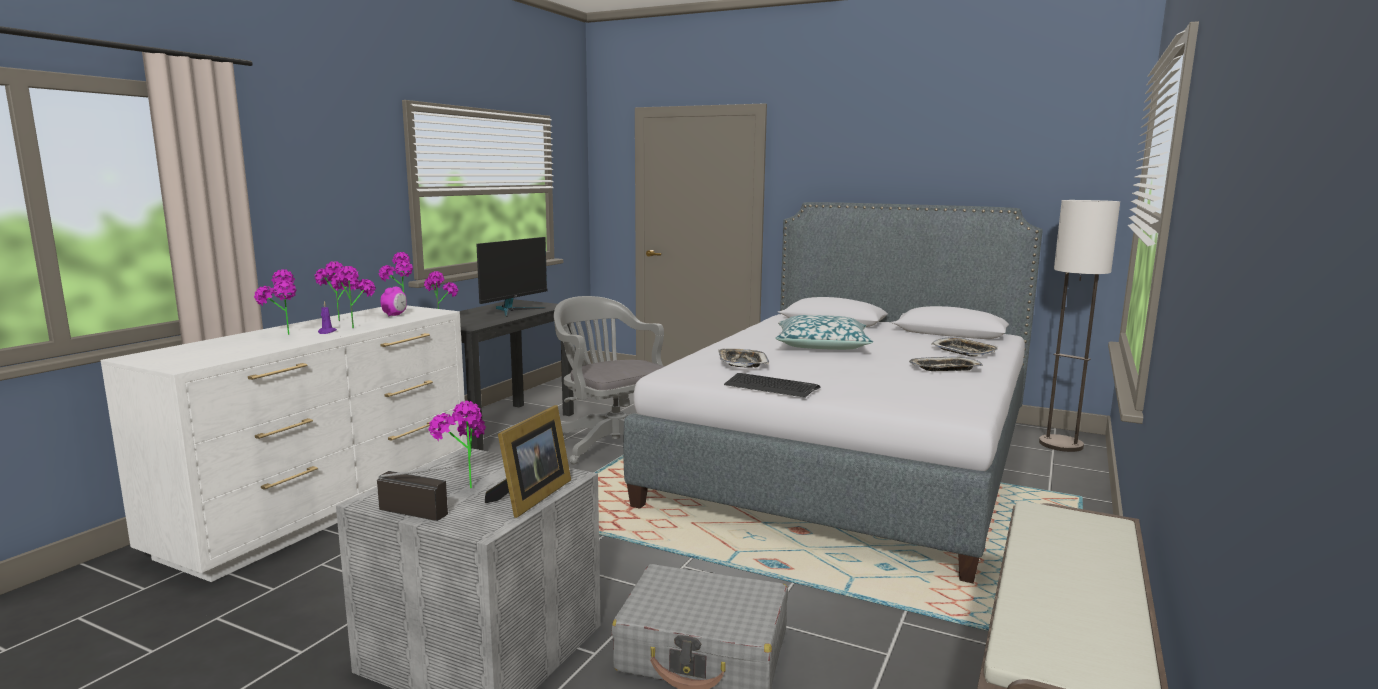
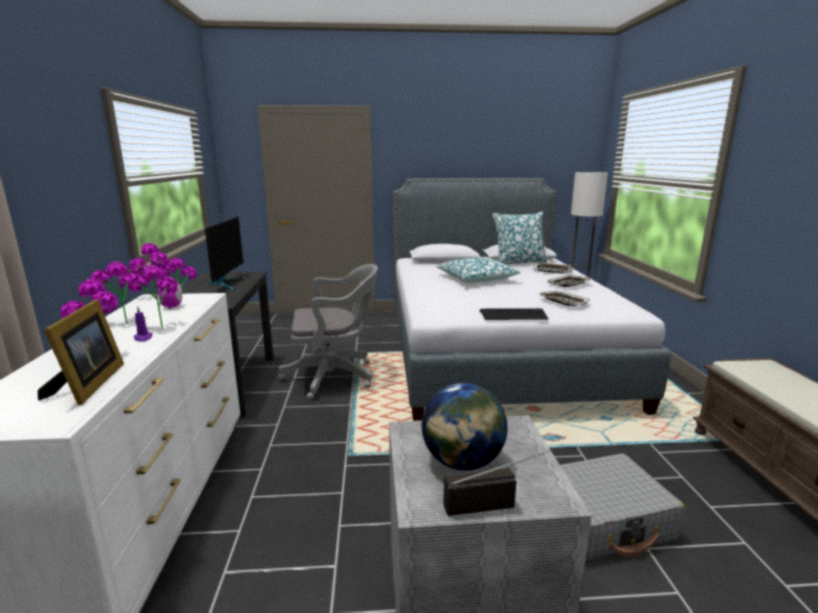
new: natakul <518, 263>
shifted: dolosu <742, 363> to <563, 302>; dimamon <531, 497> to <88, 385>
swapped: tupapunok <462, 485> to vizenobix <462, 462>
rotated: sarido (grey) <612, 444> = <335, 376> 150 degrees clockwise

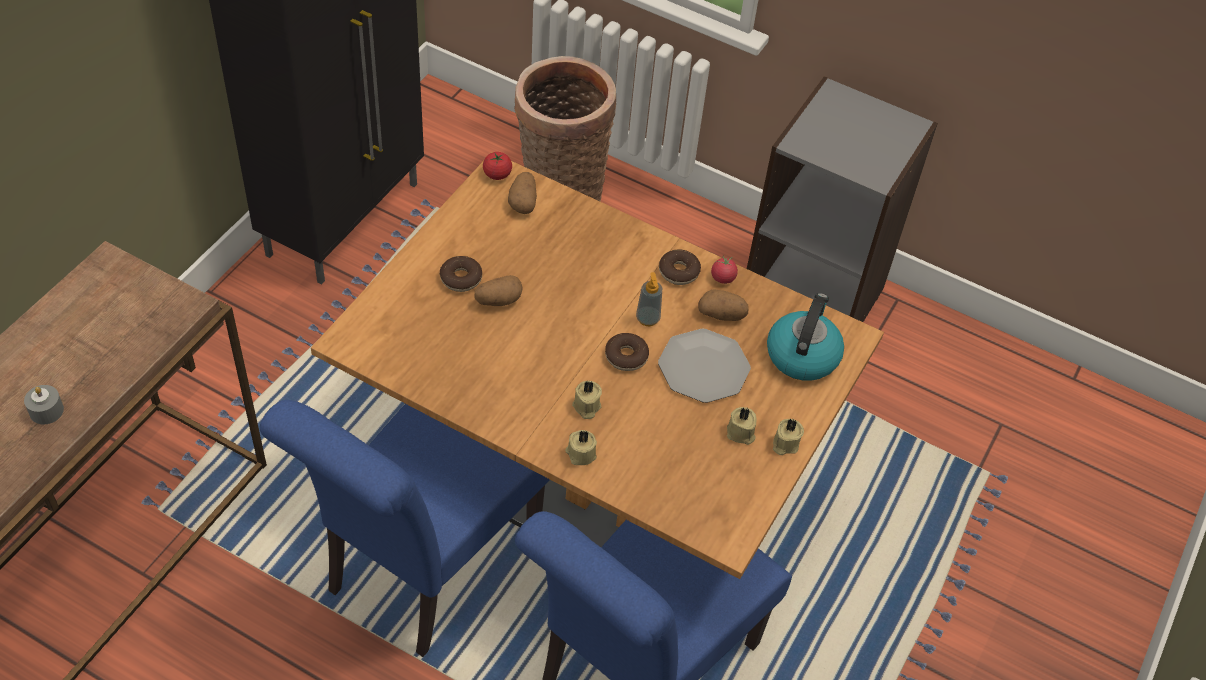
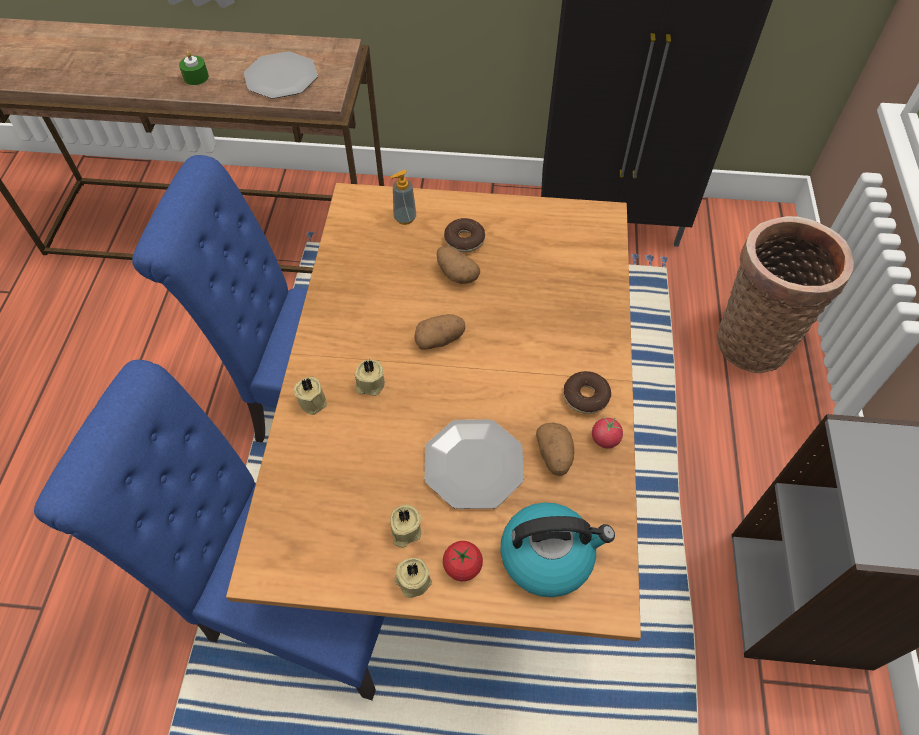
gone: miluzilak <626, 356>
new: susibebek <281, 77>
shifted: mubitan <497, 174> to <462, 566>; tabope <523, 202> to <440, 340>; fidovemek <648, 318> to <405, 218>
repainted: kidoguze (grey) <46, 411> to kidoguze (green) <196, 77>

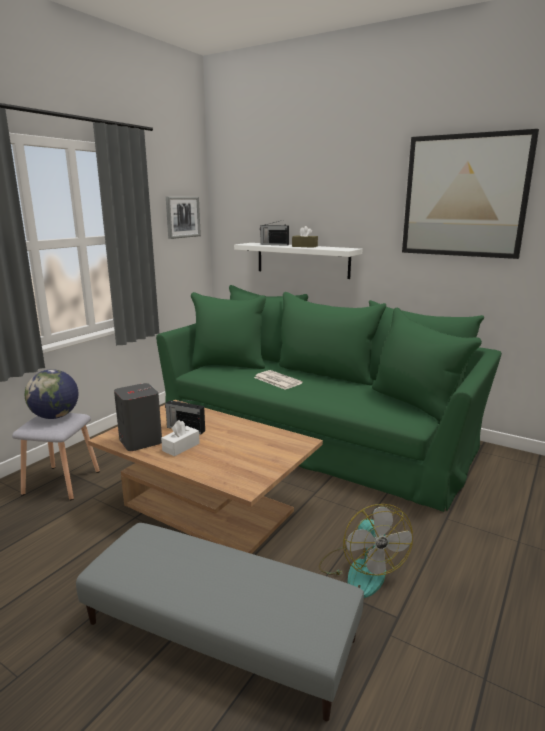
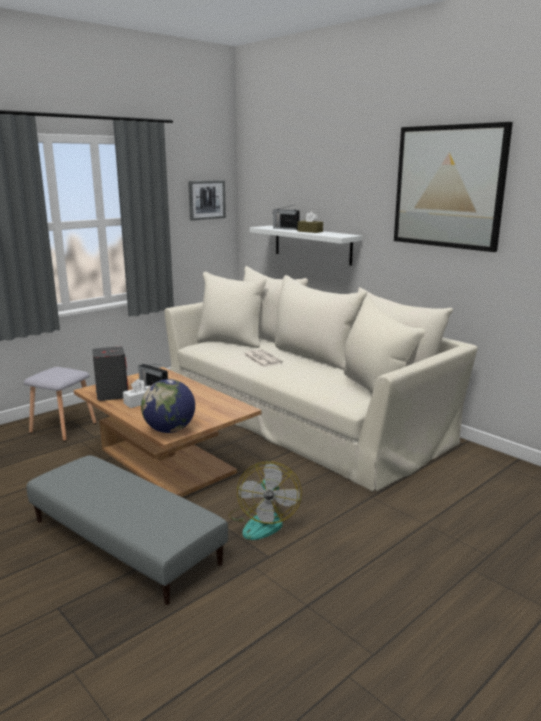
shifted: vizenobix <55, 416> to <170, 430>
repainted: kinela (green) <316, 435> to kinela (beige) <301, 416>

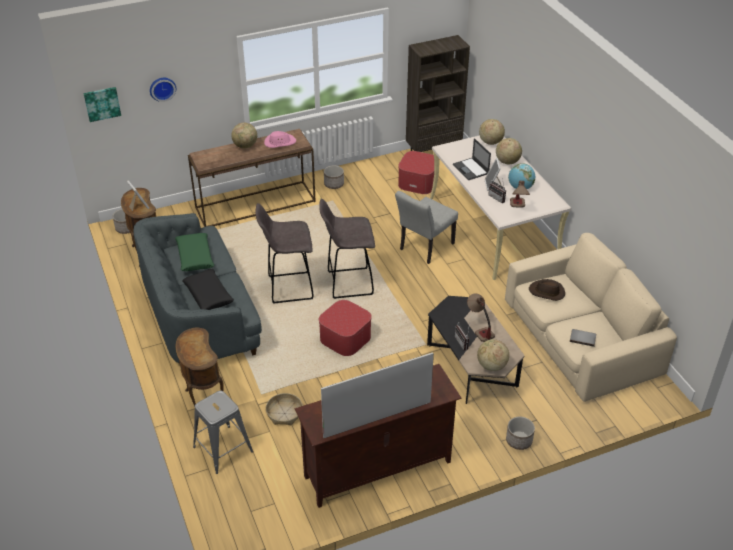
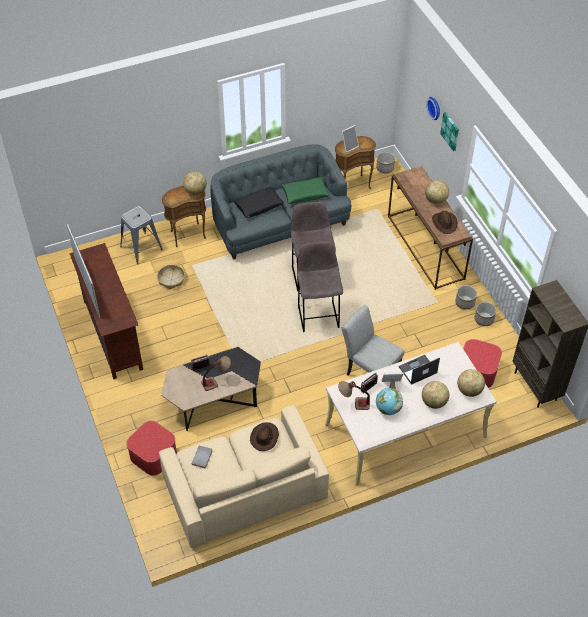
shifted: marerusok <102, 103> to <450, 131>; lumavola <345, 338> to <153, 454>; vizenobix <491, 366> to <195, 191>; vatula <519, 441> to <483, 319>
repainted: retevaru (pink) <280, 142> to retevaru (brown) <444, 223>

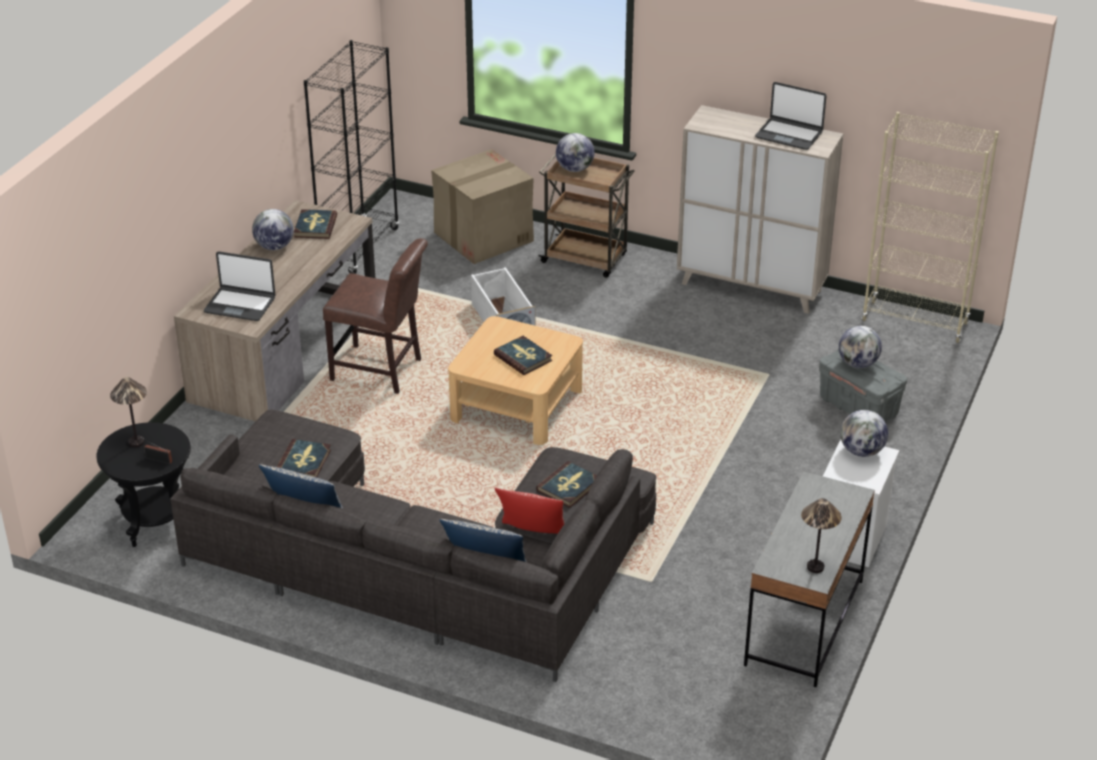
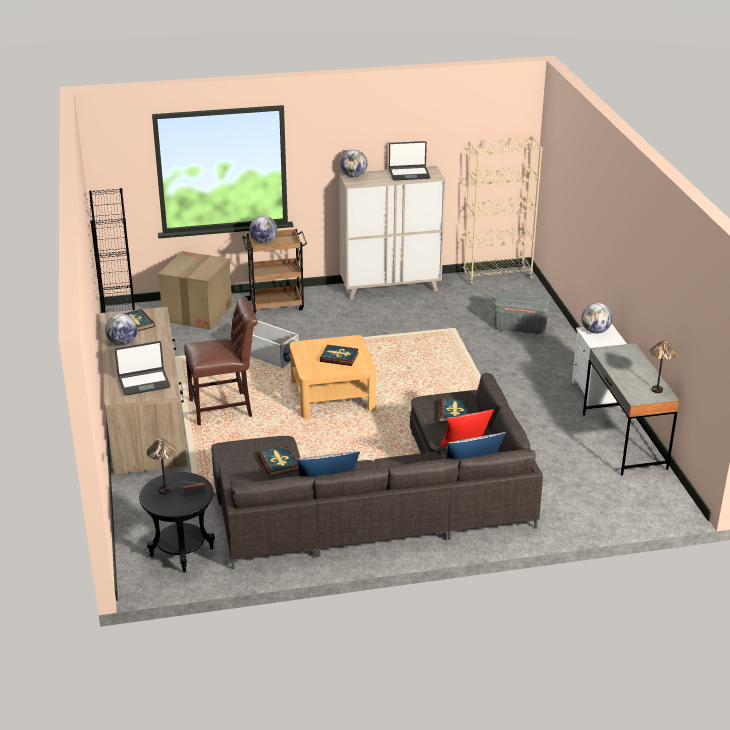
shifted: vizenobix <858, 364> to <353, 176>

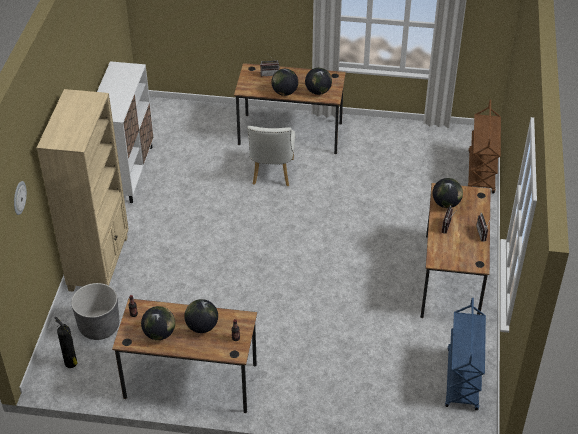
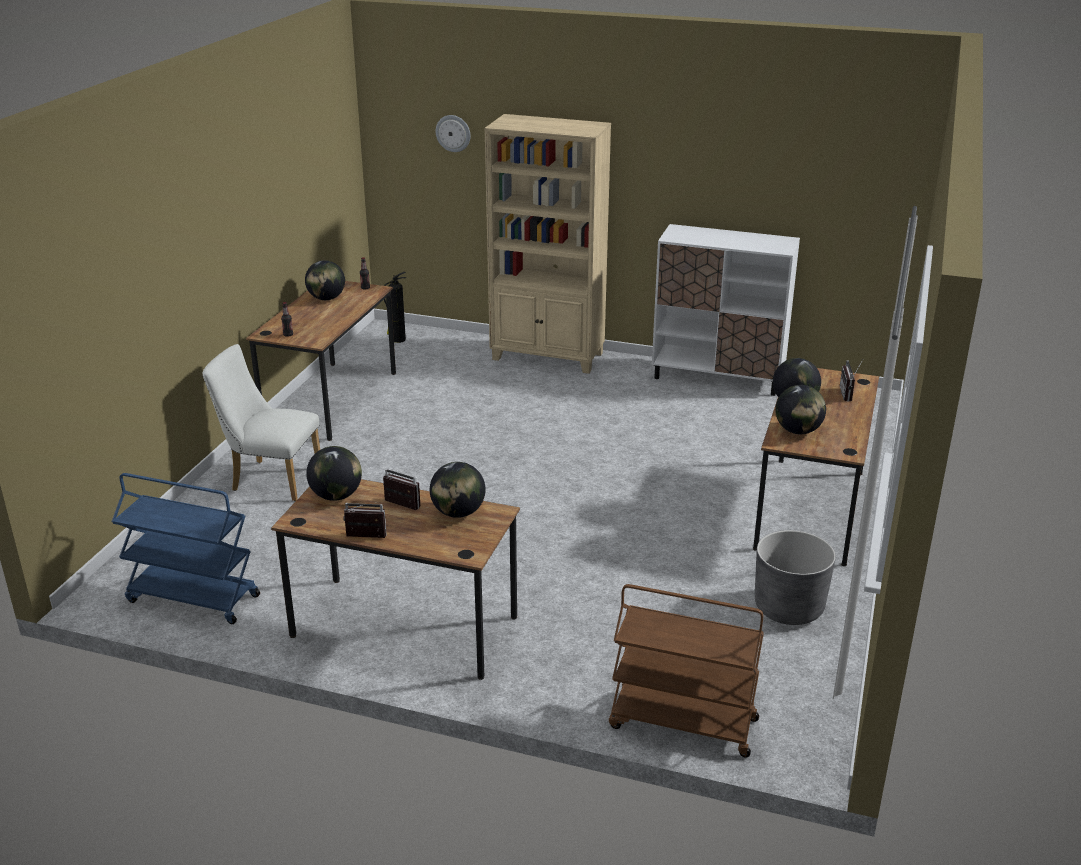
shifted: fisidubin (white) <271, 174> to <270, 479>; vatula (grey) <99, 326> to <788, 607>; vizenobix <202, 327> to <336, 496>

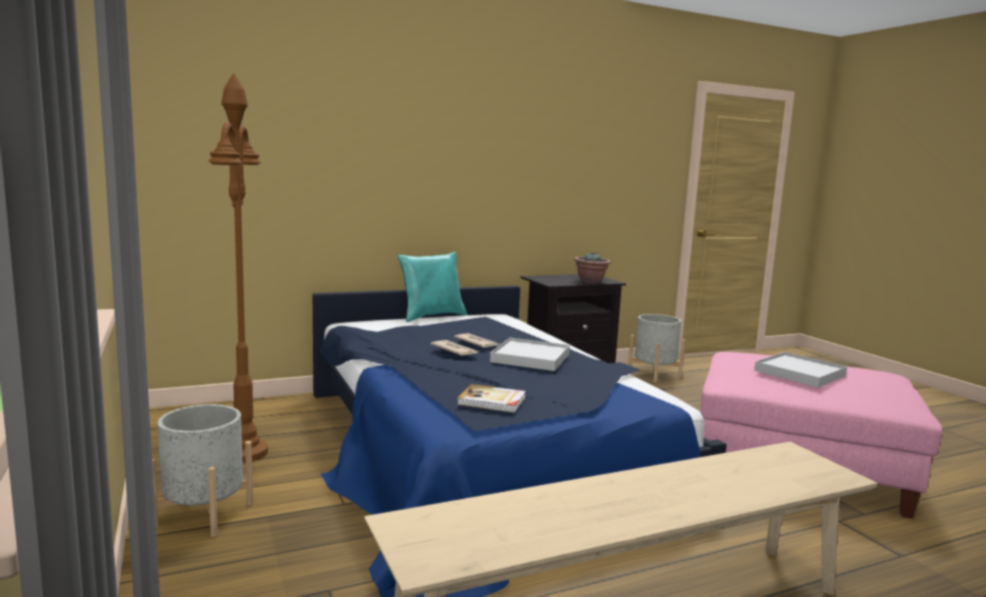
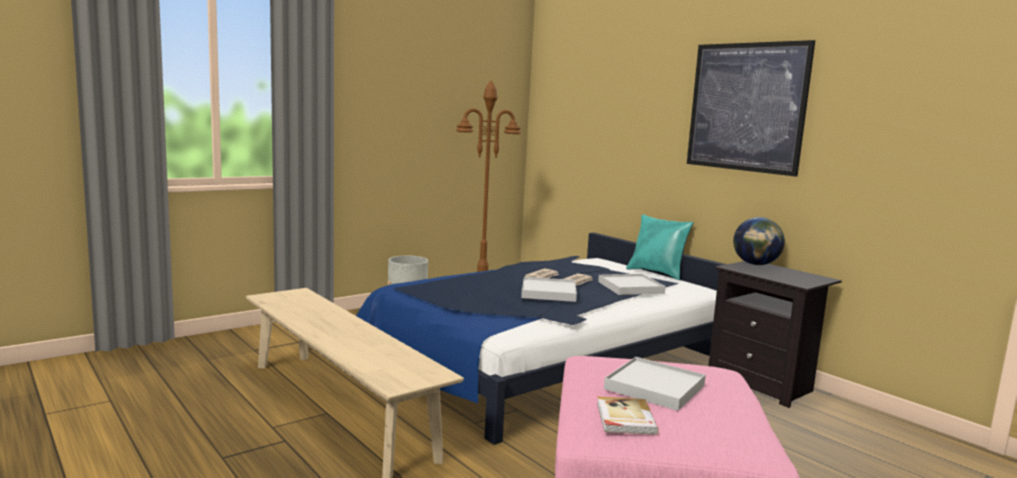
gone: tupapunok <591, 281>; vatula (grey) <654, 374>
new: marerusok <746, 107>; vizenobix <755, 264>; dolosu (white) <630, 287>
shifted: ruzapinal <492, 401> to <624, 418>

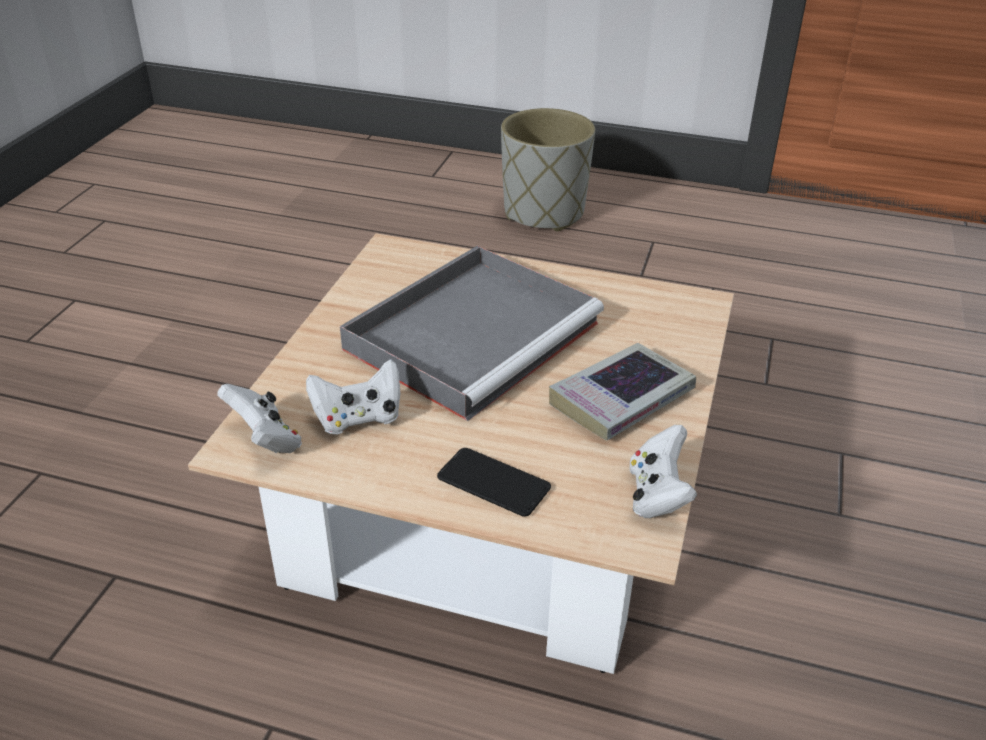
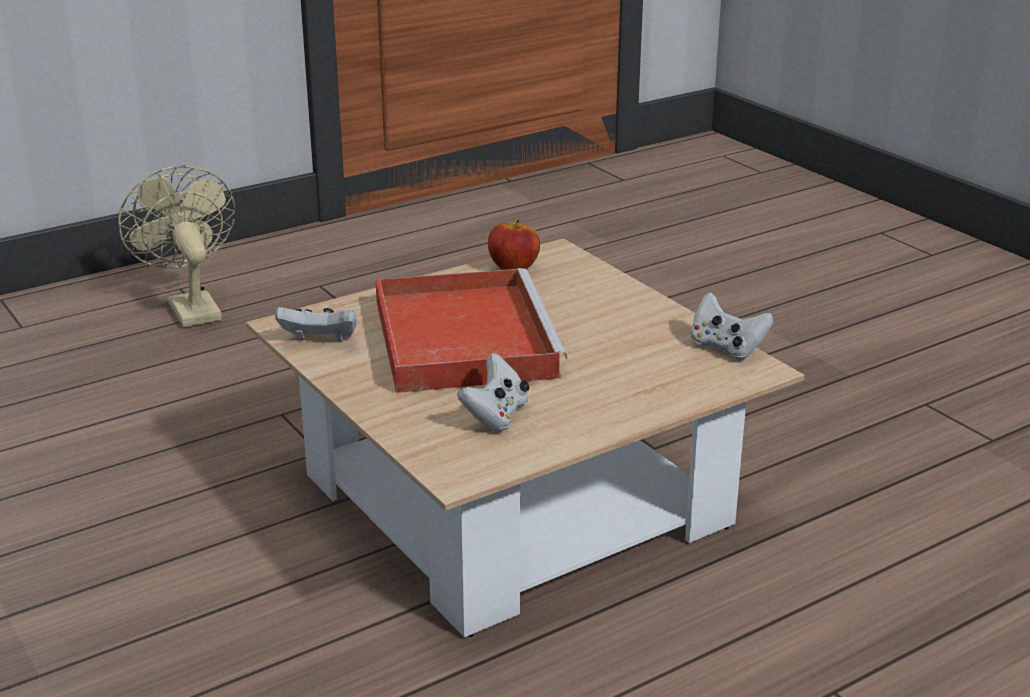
gone: ruzapinal <621, 399>; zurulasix <493, 483>
new: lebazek <513, 268>
shifted: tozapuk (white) <265, 440> to <320, 341>
swapped: vatula (grey) <543, 213> to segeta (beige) <190, 307>
repainted: dolosu (grey) <475, 333> to dolosu (red) <462, 336>

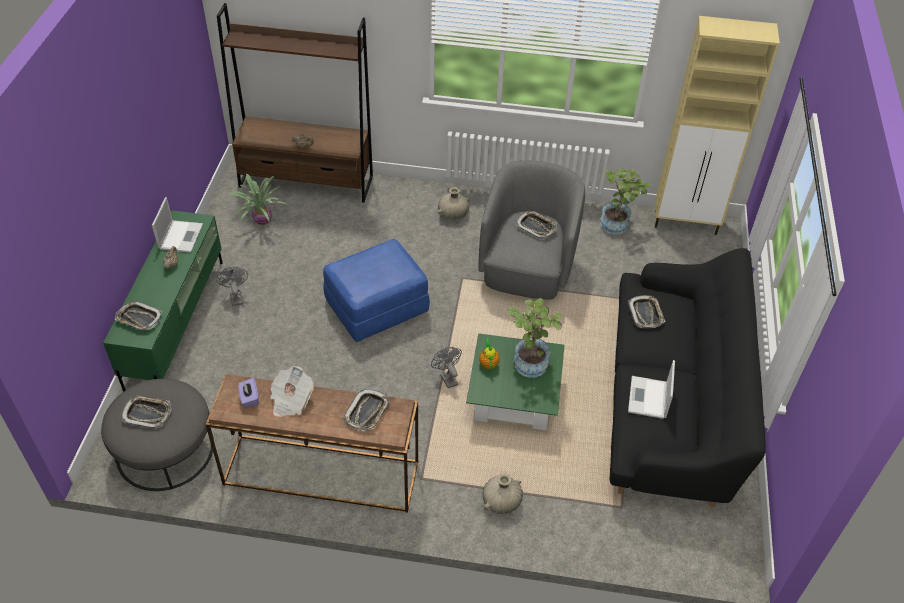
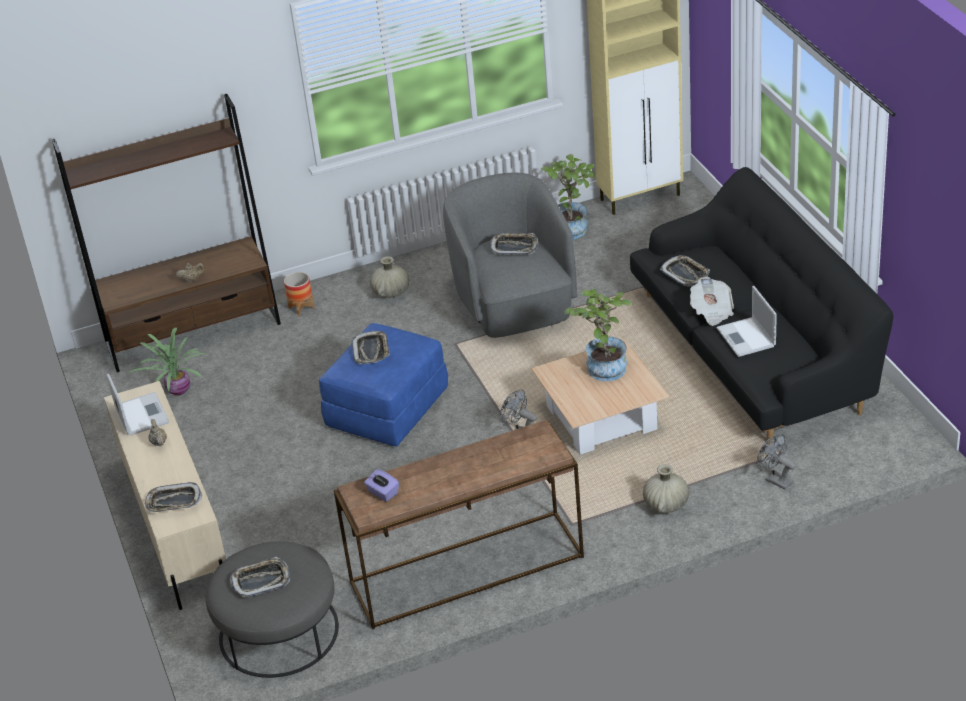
gone: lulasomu <488, 363>
new: vatula <301, 308>
shifted: segeta (grey) <235, 296> to <775, 480>; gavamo <291, 400> to <712, 311>; dolosu <367, 412> to <371, 351>
repainted: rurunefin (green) <177, 323> to rurunefin (beige) <175, 523>; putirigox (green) <513, 397> to putirigox (beige) <601, 418>

